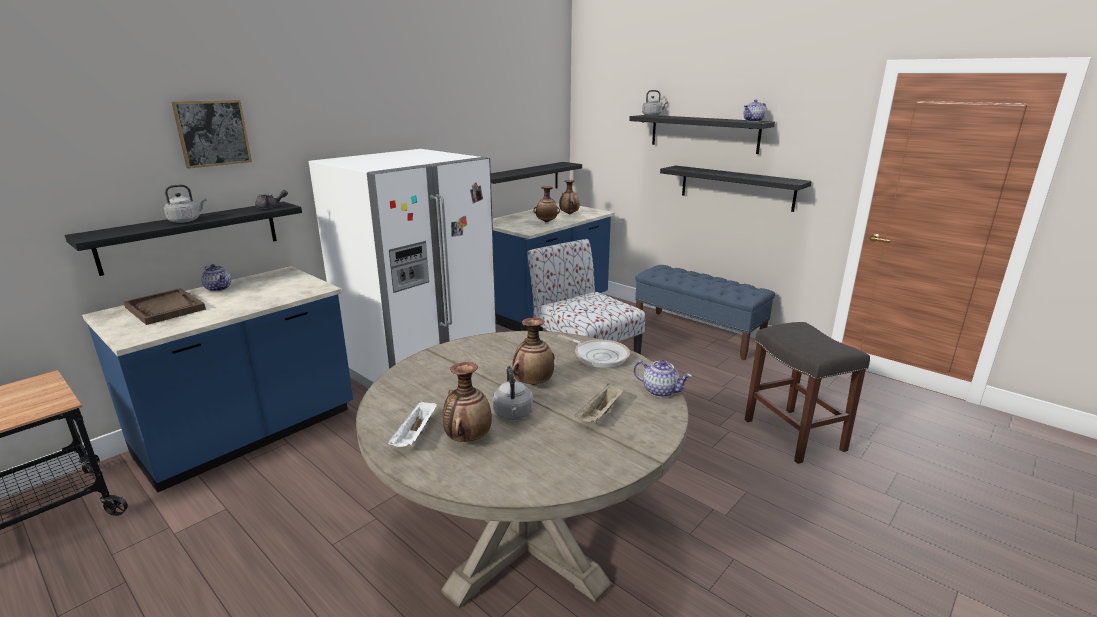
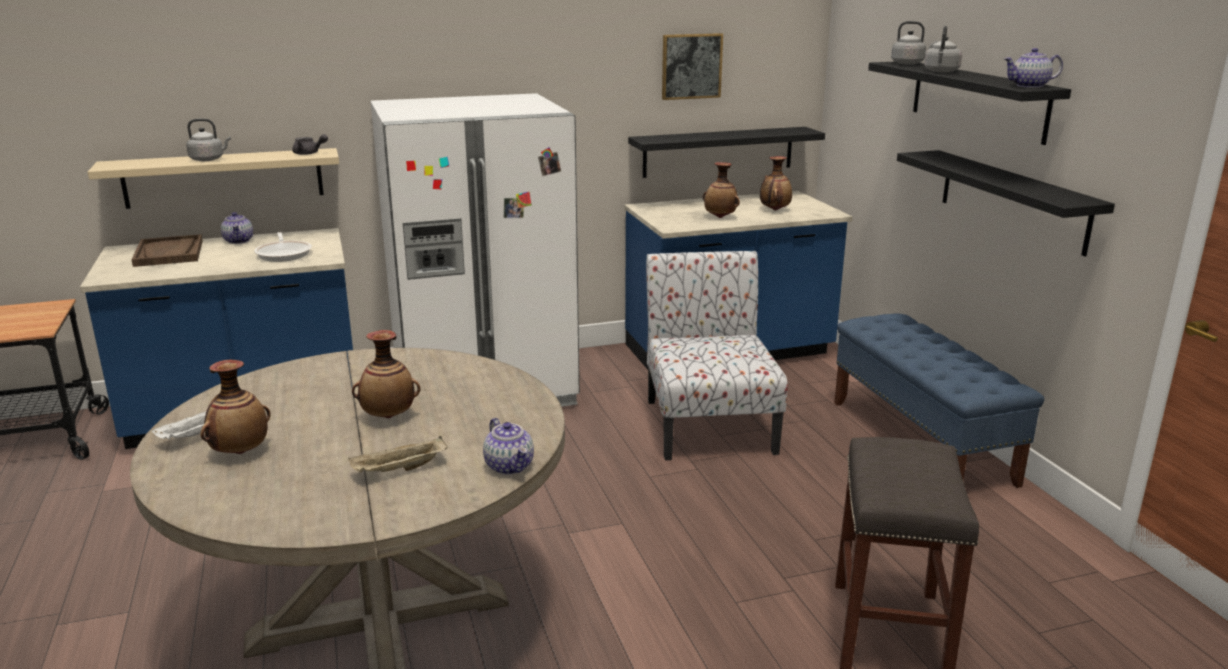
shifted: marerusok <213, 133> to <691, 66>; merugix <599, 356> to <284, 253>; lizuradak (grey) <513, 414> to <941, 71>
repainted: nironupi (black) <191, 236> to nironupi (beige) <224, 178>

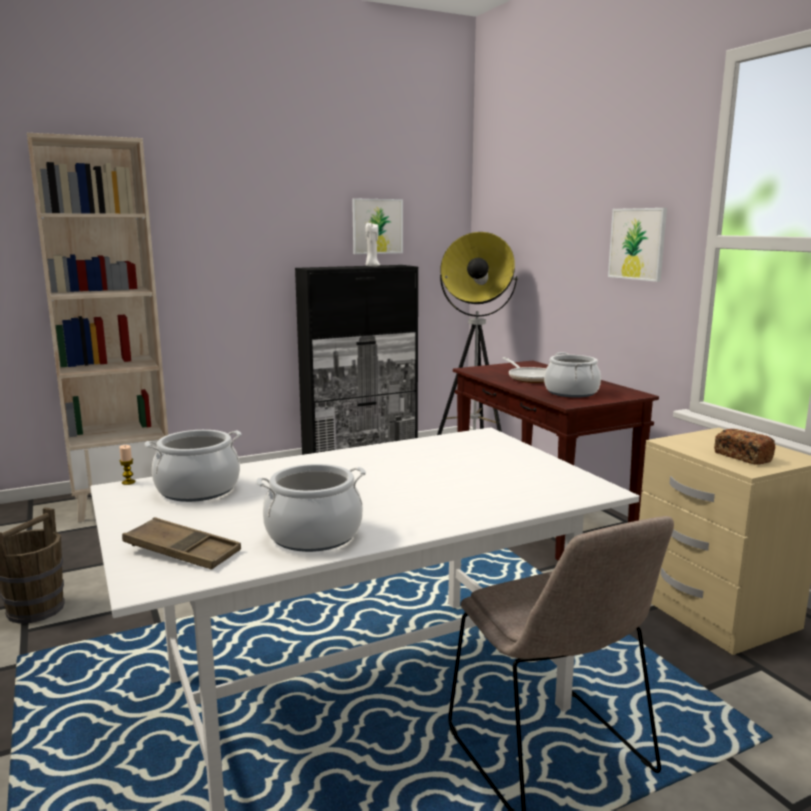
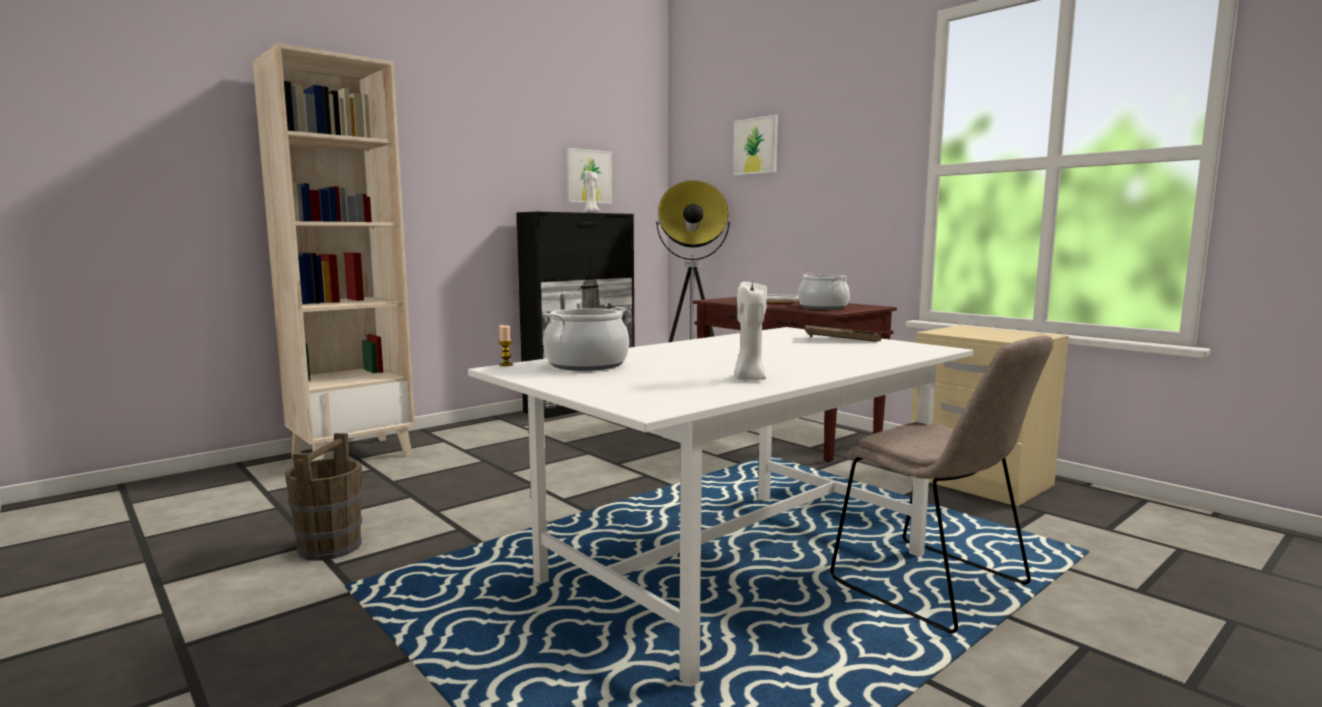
gone: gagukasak <742, 457>
shifted: marerusok <637, 244> to <756, 146>; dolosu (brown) <182, 551> to <841, 339>
swapped: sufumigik <313, 535> to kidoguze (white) <749, 379>

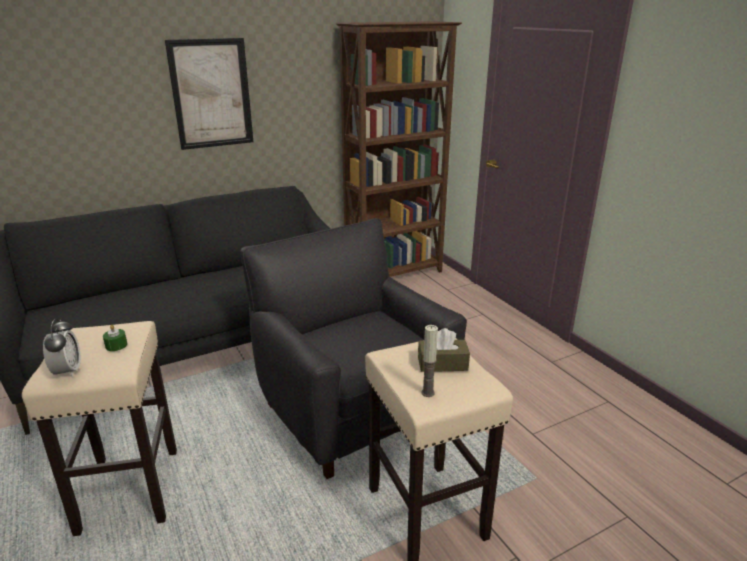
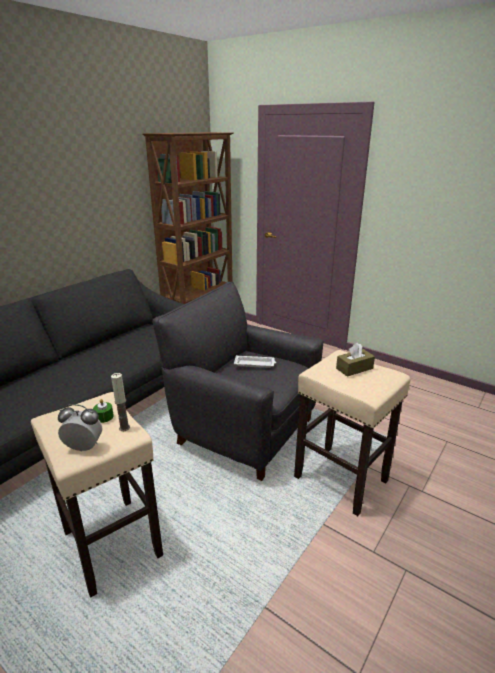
gone: marerusok <211, 94>
new: dolosu (white) <255, 364>
shifted: kidoguze <428, 393> to <124, 427>
rotated: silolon <68, 371> = <84, 447> 45 degrees counterclockwise

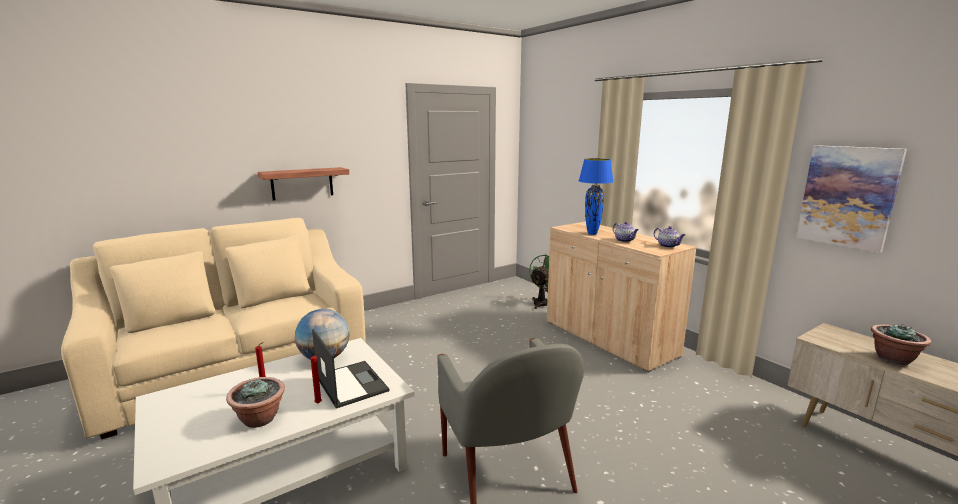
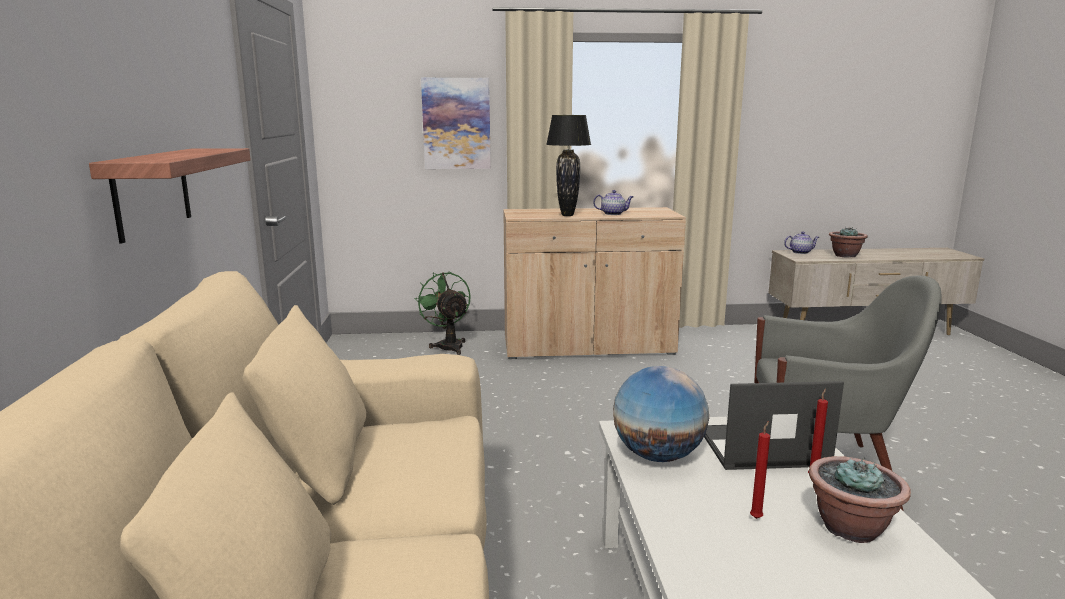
shifted: marerusok <847, 196> to <456, 124>; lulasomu <668, 246> to <800, 252>
repainted: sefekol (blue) <592, 234> to sefekol (black) <567, 215>

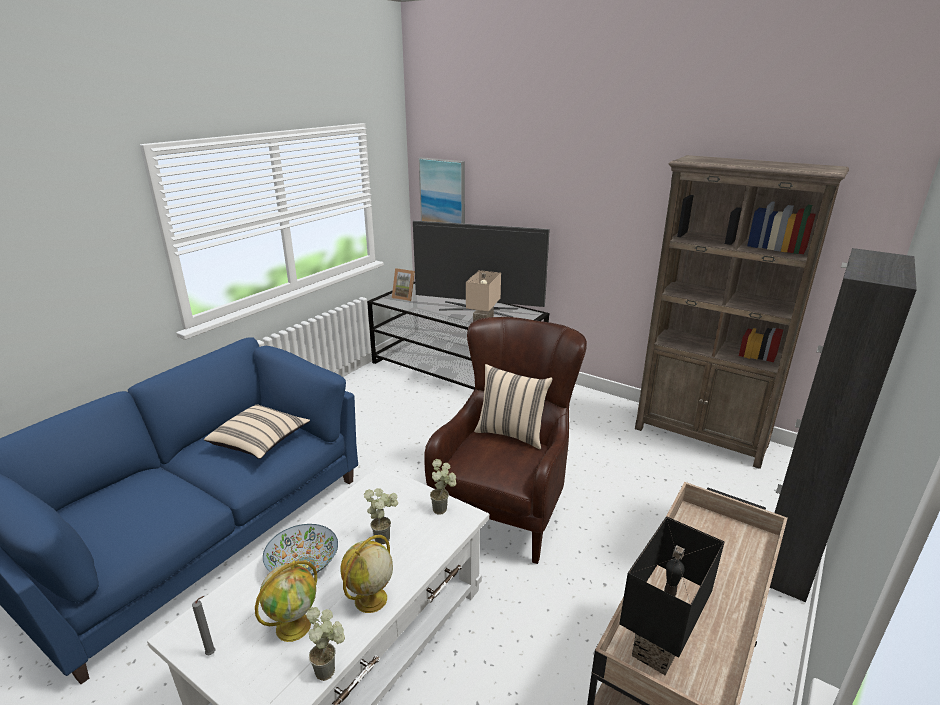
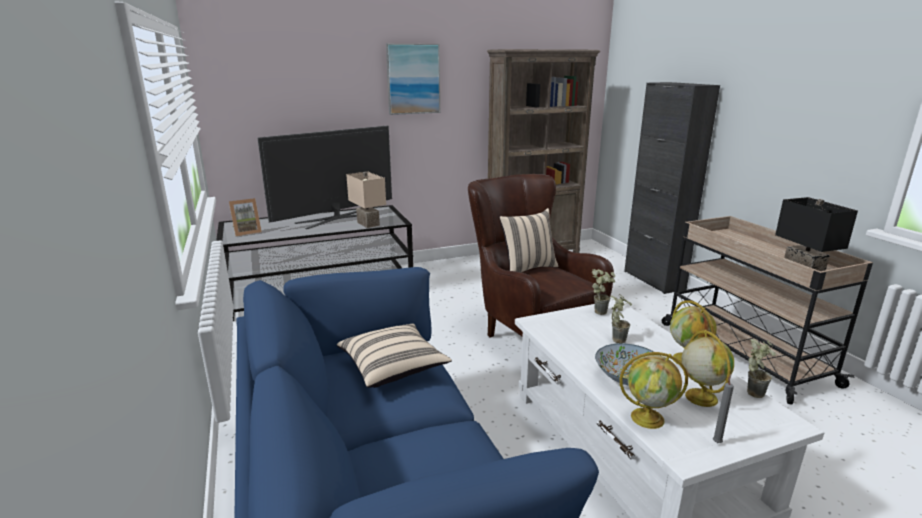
new: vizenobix <648, 418>
shifted: marerusok <443, 193> to <413, 79>

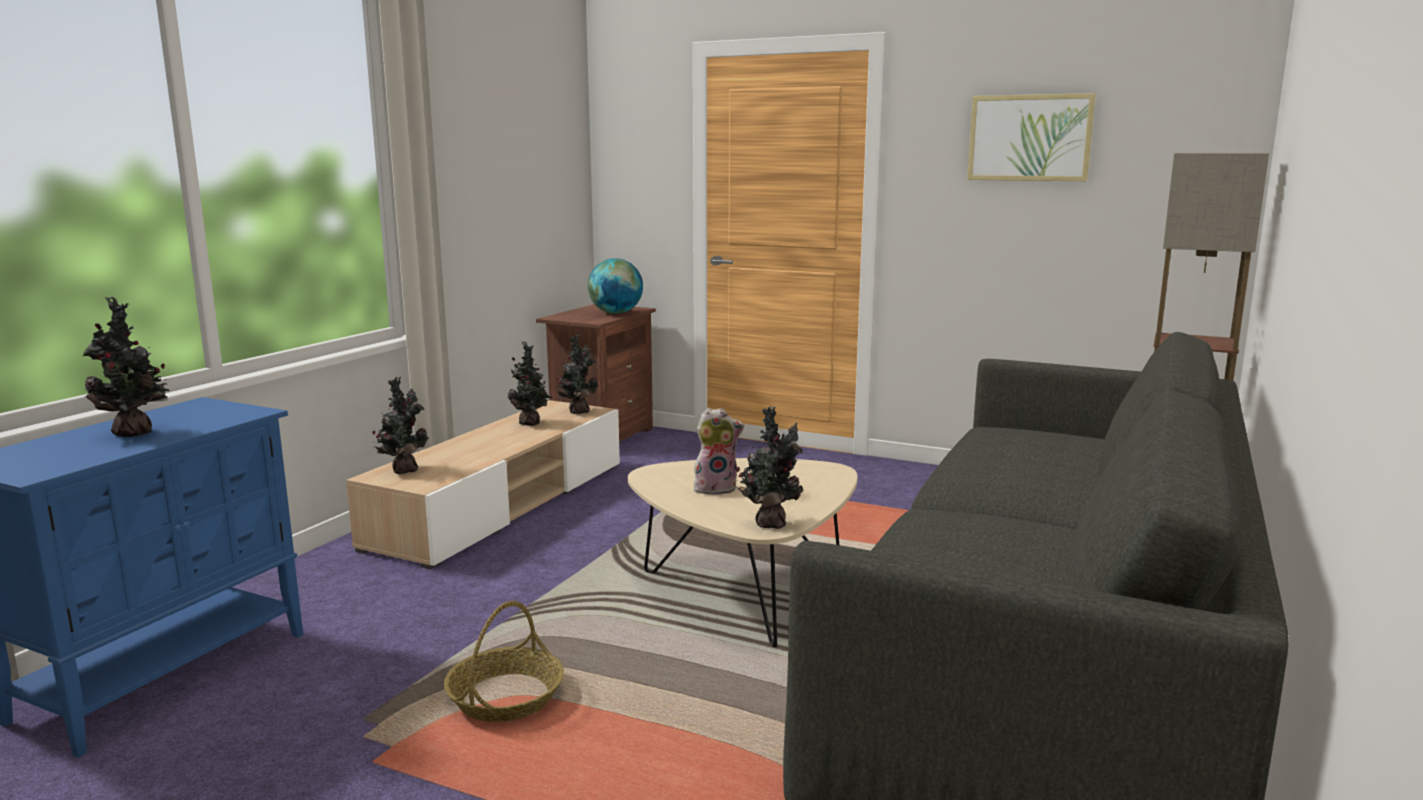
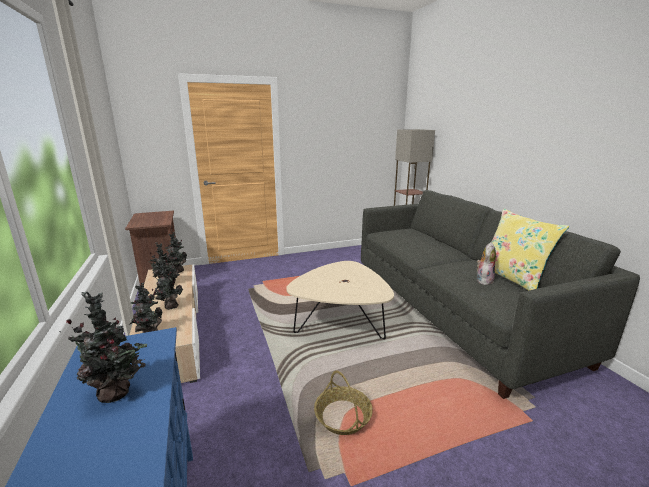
gone: marerusok <1029, 138>; vizenobix <616, 313>
new: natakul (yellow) <512, 278>
shifted: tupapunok <770, 523> to <170, 306>; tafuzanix <716, 488> to <483, 280>

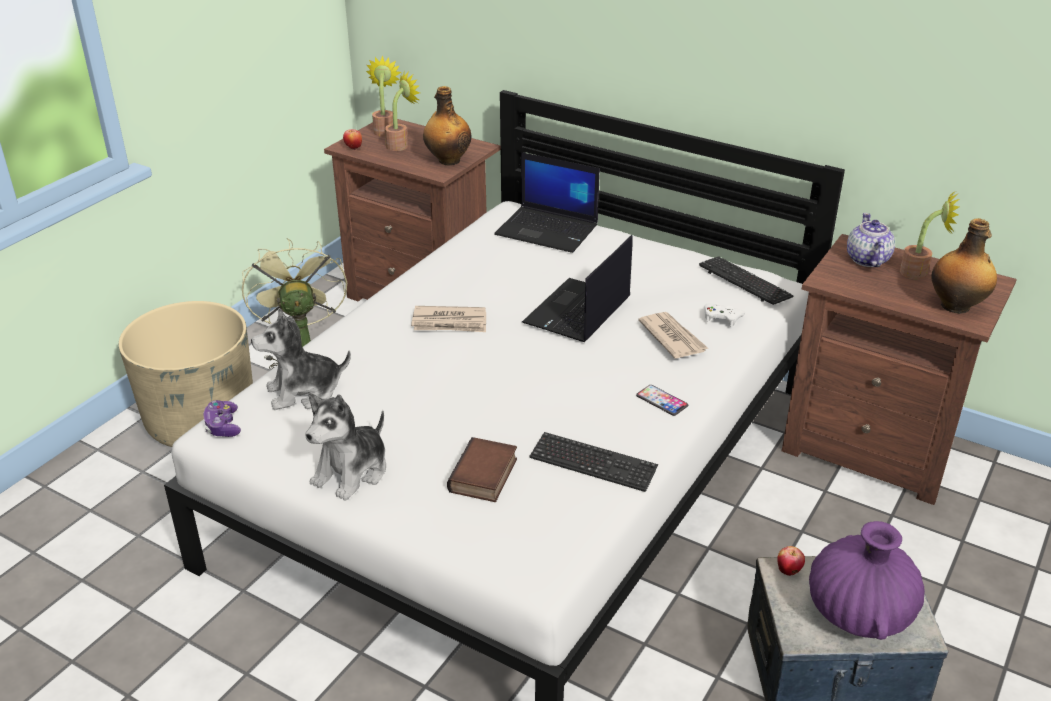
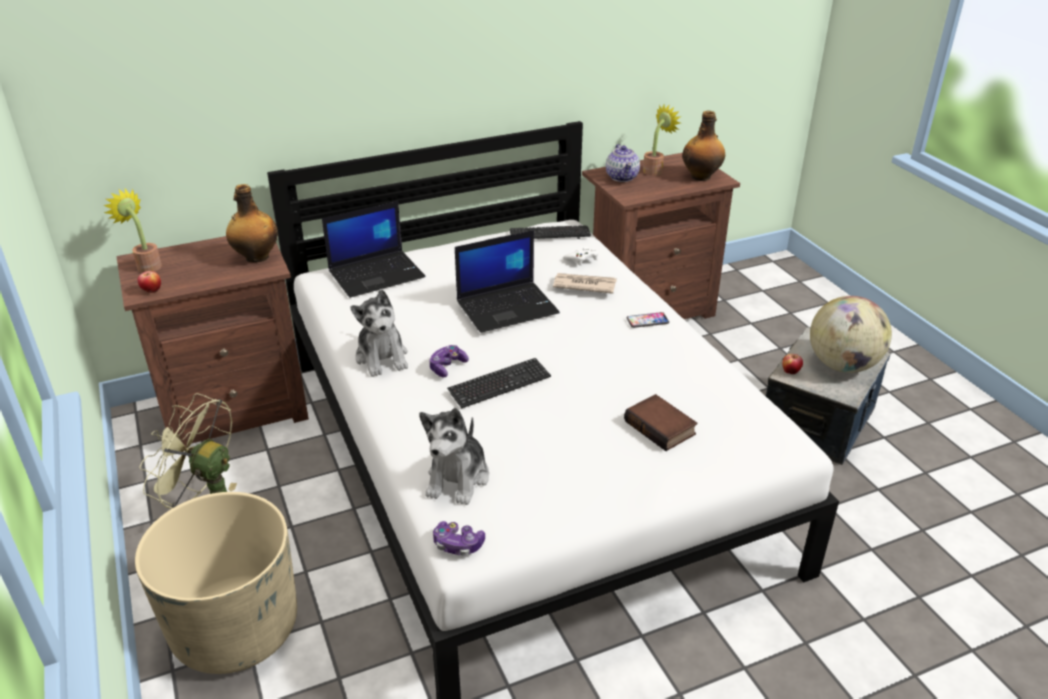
gone: tupapunok <401, 145>
shifted: tafuzanix <352, 472> to <382, 357>; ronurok <593, 464> to <499, 384>
swapped: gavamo <450, 322> to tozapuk <447, 367>; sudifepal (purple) <859, 612> to vizenobix <843, 365>
rotated: lulasomu <867, 260> = <622, 177> 135 degrees counterclockwise; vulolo <577, 312> = <508, 307> 90 degrees counterclockwise

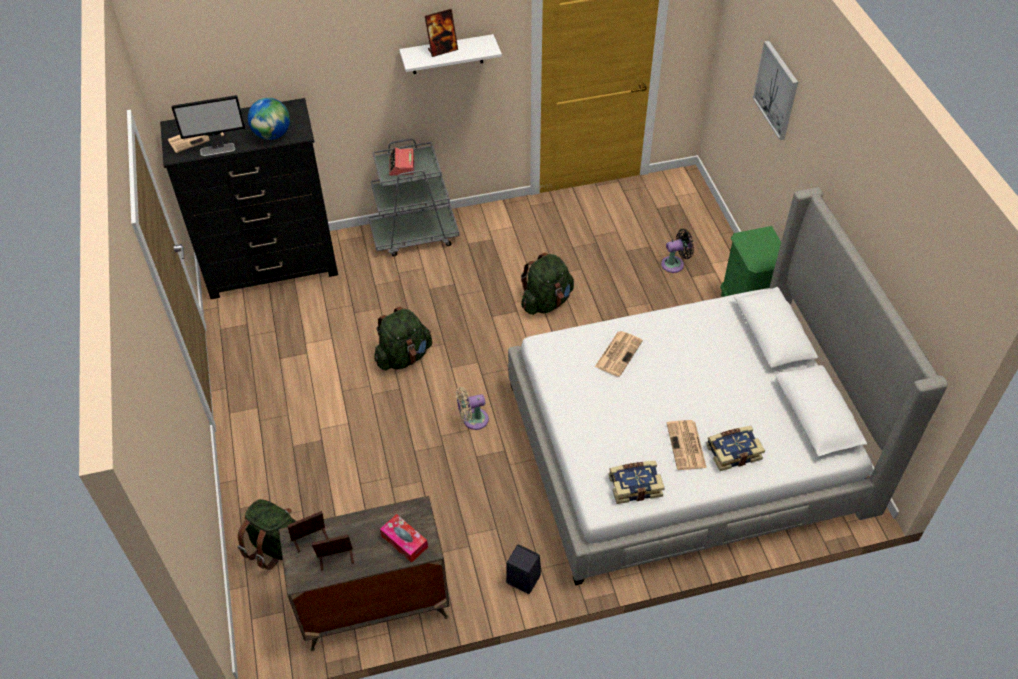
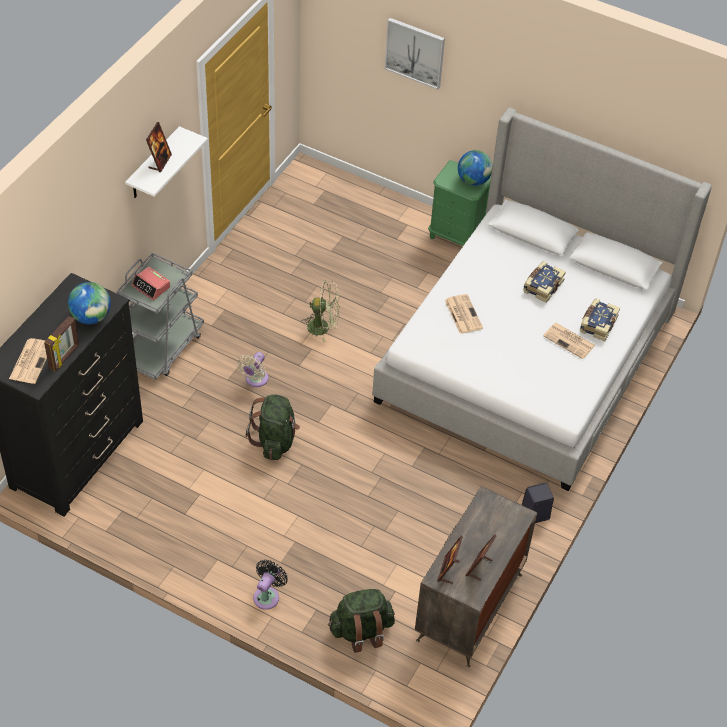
gone: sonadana <404, 541>
new: vizenobix <473, 180>
shifted: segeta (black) <675, 264> to <268, 595>; segeta (beige) <472, 420> to <255, 380>; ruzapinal <635, 485> to <542, 286>
swapped: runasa <218, 149> to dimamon <65, 357>; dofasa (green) <546, 302> to segeta (green) <323, 327>

